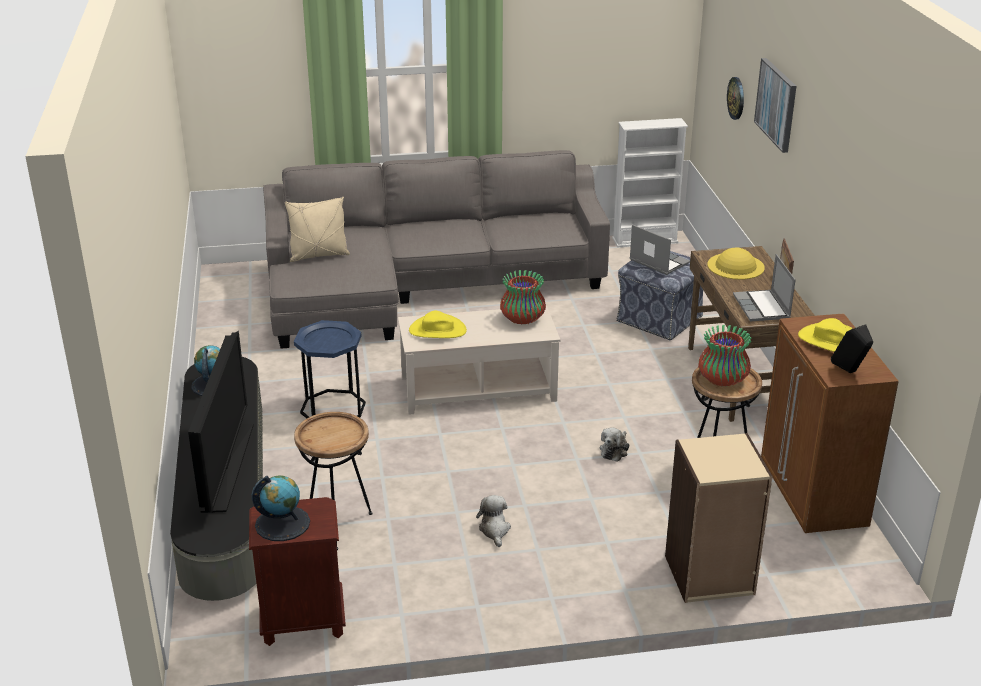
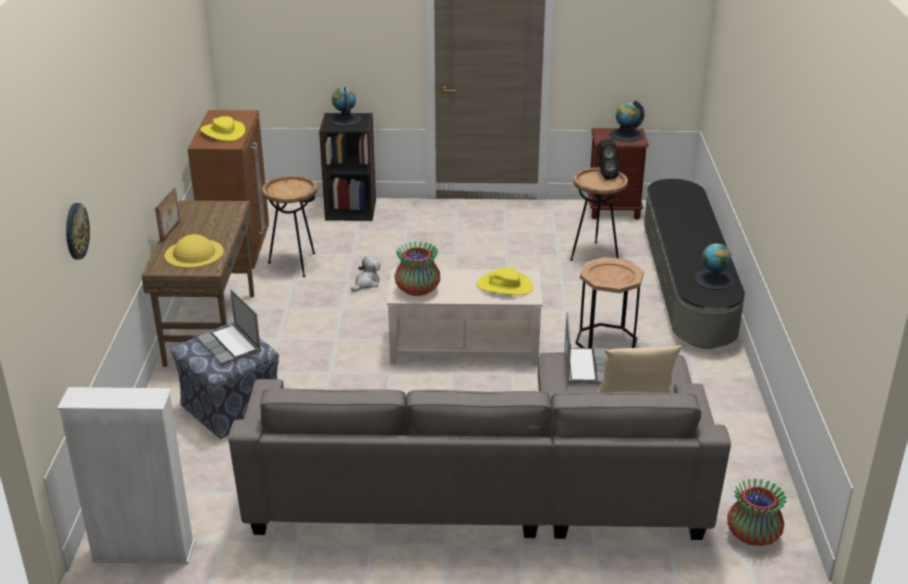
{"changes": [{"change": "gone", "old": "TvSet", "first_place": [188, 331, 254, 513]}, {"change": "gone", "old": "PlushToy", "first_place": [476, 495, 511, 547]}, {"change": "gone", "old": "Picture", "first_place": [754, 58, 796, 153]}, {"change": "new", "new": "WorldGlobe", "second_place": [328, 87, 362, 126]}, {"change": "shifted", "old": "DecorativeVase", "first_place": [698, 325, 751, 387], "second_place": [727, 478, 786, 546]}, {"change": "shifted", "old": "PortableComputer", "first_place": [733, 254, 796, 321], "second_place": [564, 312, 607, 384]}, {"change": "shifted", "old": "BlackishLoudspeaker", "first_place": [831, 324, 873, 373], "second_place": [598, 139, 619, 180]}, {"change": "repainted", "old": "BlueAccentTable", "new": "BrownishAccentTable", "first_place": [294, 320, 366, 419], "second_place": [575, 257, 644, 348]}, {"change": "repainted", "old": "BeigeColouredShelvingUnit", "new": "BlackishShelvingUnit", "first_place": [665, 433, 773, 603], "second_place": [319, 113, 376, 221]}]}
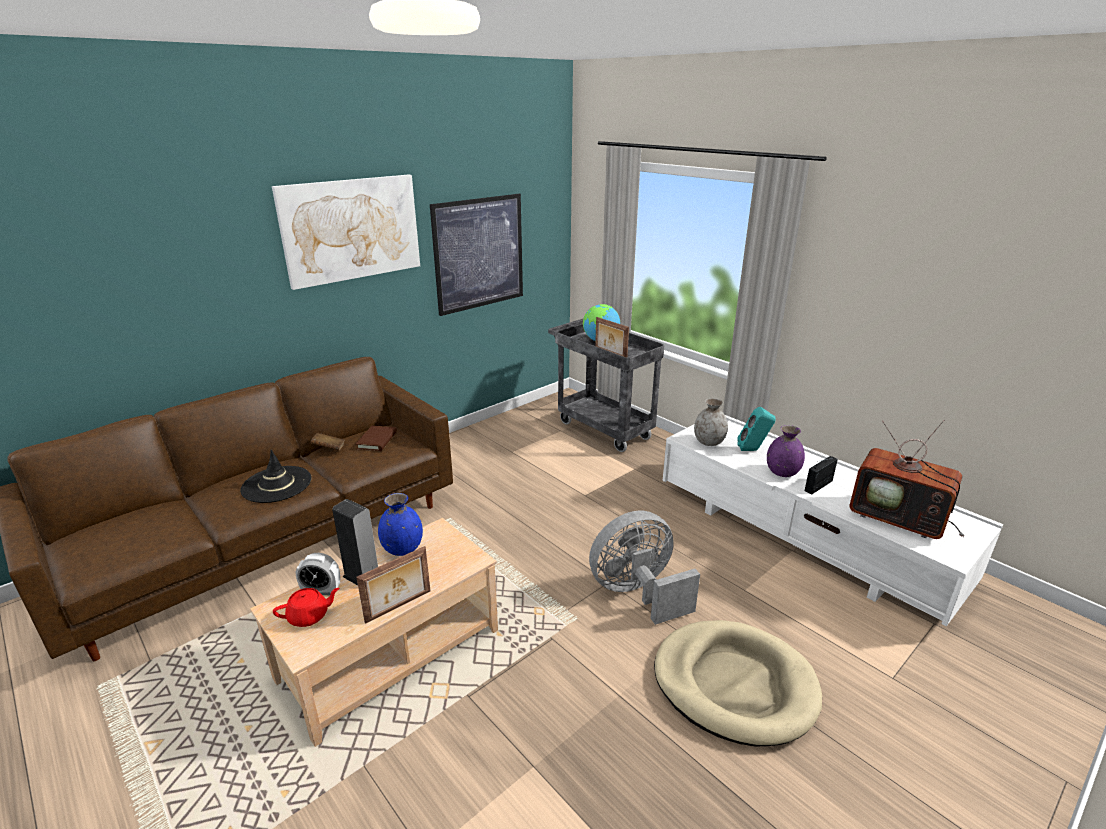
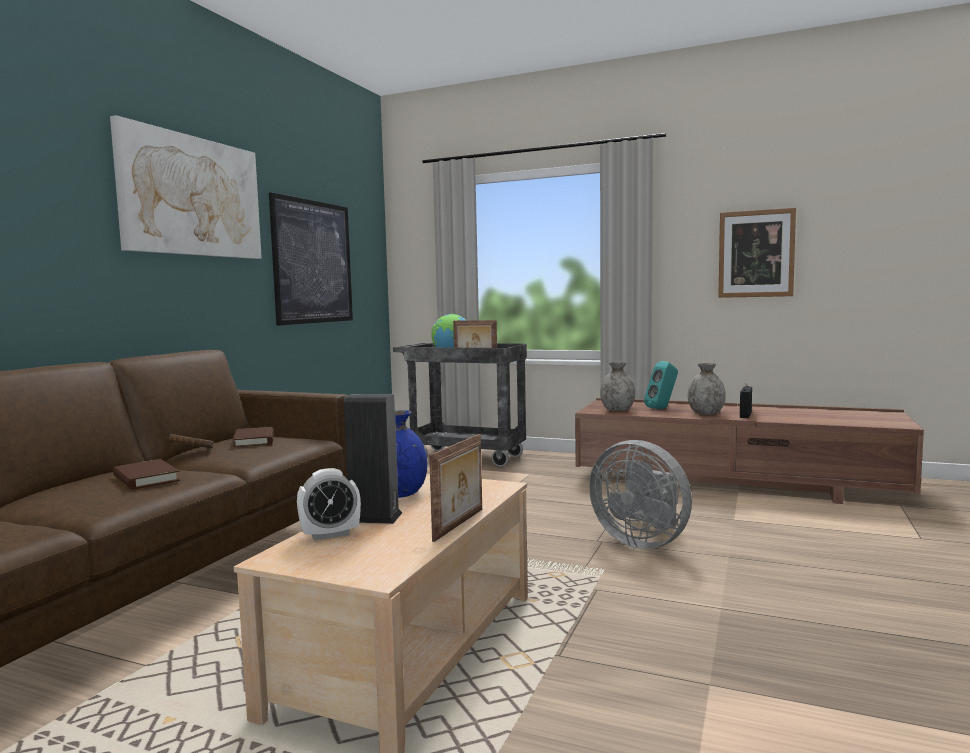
{"changes": [{"change": "gone", "old": "RedPotForTea", "first_place": [273, 588, 340, 627]}, {"change": "gone", "old": "BeigeColouredDogBed", "first_place": [654, 620, 822, 746]}, {"change": "gone", "old": "TvSet", "first_place": [850, 420, 964, 539]}, {"change": "new", "new": "Picture", "second_place": [718, 208, 796, 298]}, {"change": "swapped", "old": "BlackishHat", "new": "BrownishVolume", "first_place": [240, 450, 312, 503], "second_place": [113, 459, 180, 490]}, {"change": "repainted", "old": "WhitishTvStand", "new": "BrownishTvStand", "first_place": [663, 415, 1003, 626], "second_place": [575, 398, 924, 504]}, {"change": "repainted", "old": "PurpleColouredDecorativeVase", "new": "GreyDecorativeVase", "first_place": [767, 425, 805, 477], "second_place": [688, 363, 726, 415]}, {"change": "rotated", "old": "GreyFan", "first_place": [589, 511, 700, 625], "second_place": [589, 440, 692, 549], "degrees": -90}]}
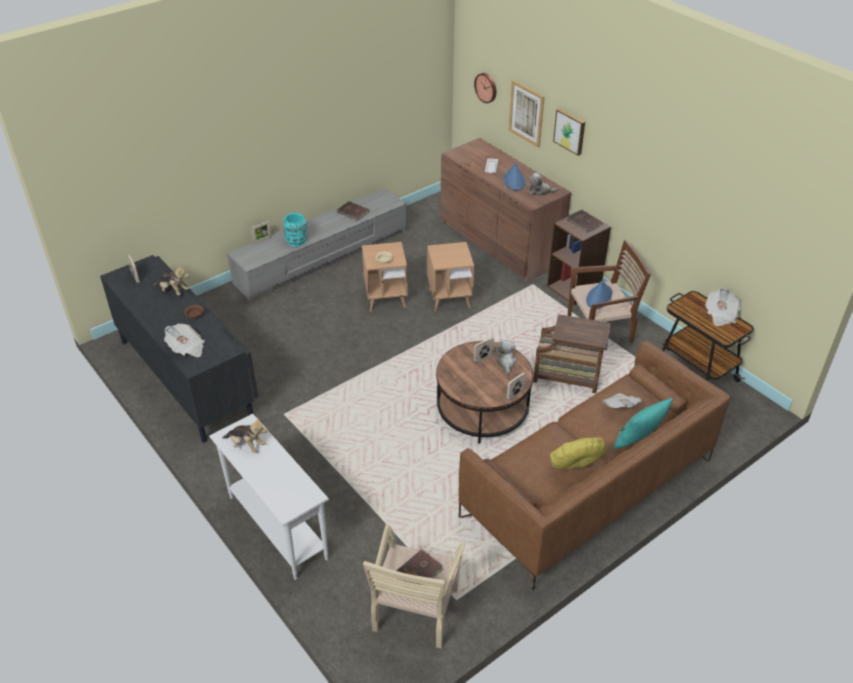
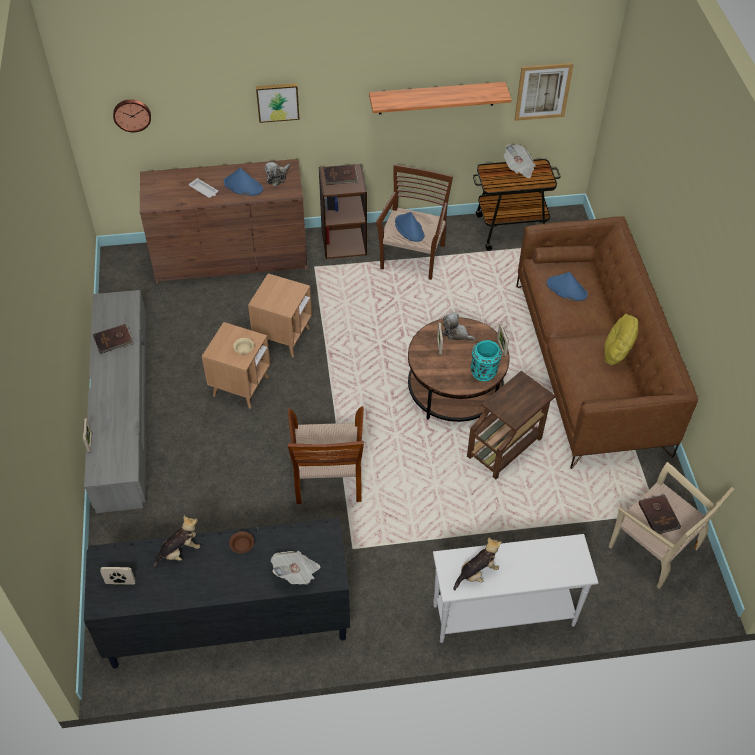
{"changes": [{"change": "gone", "old": "TurquoiseColouredThrowPillow", "first_place": [614, 398, 673, 449]}, {"change": "new", "new": "BrownishArmchair", "second_place": [288, 406, 364, 504]}, {"change": "new", "new": "WallShelf", "second_place": [369, 82, 512, 114]}, {"change": "shifted", "old": "TurquoiseColouredDecorativeVase", "first_place": [283, 213, 307, 247], "second_place": [471, 340, 502, 381]}, {"change": "shifted", "old": "Picture", "first_place": [509, 80, 545, 148], "second_place": [514, 63, 574, 121]}, {"change": "shifted", "old": "BrownishAccentTable", "first_place": [533, 314, 611, 393], "second_place": [467, 371, 555, 479]}, {"change": "swapped", "old": "DailyPaper", "new": "BlueHat", "first_place": [603, 393, 642, 408], "second_place": [547, 272, 588, 301]}]}
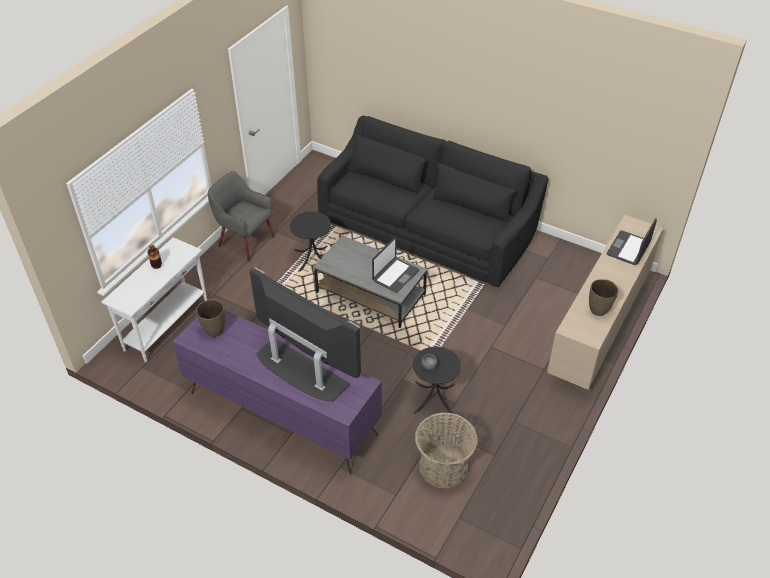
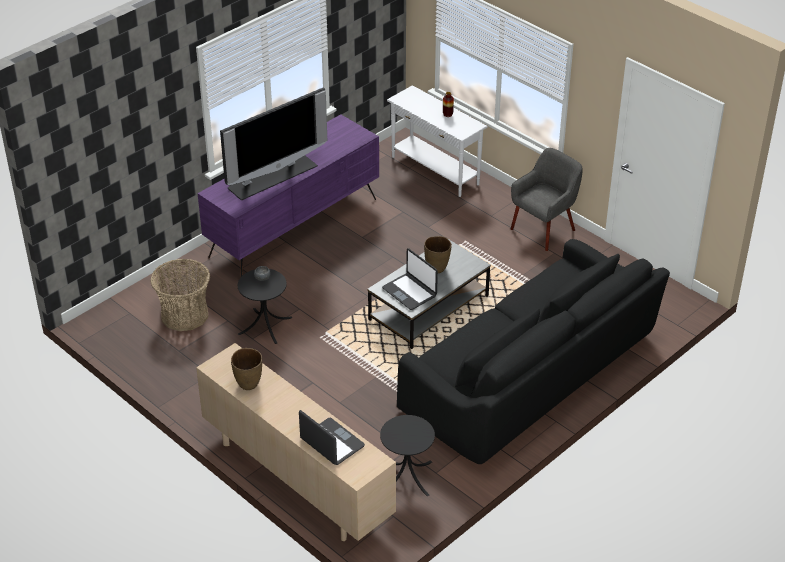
{"changes": [{"change": "shifted", "old": "BrownishDecorativeVase", "first_place": [196, 299, 225, 337], "second_place": [424, 236, 452, 273]}, {"change": "shifted", "old": "BlackishAccentTable", "first_place": [290, 211, 331, 272], "second_place": [380, 415, 435, 497]}]}
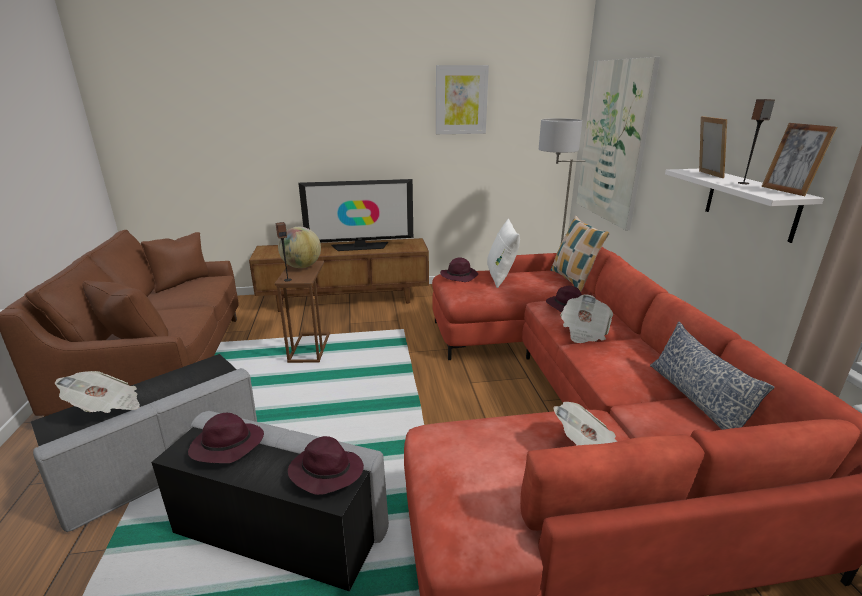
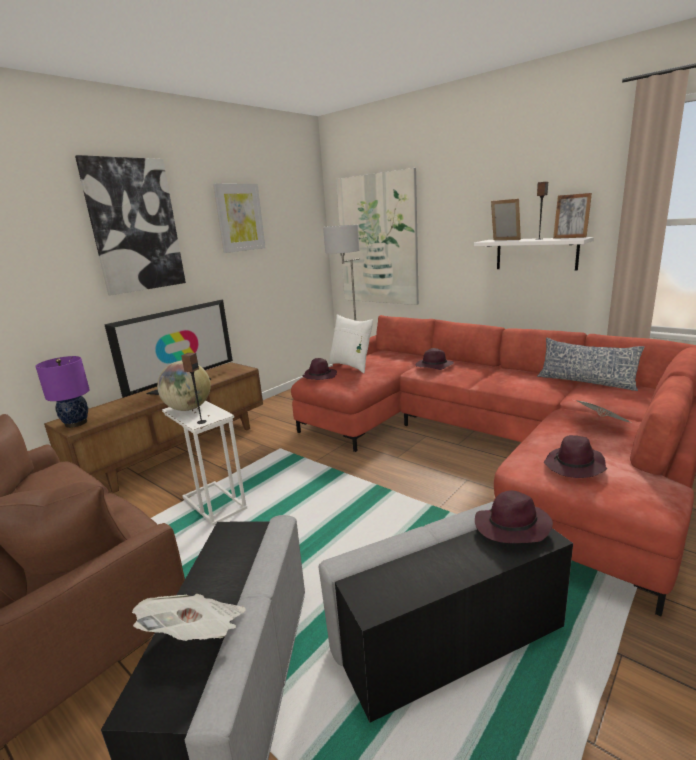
{"changes": [{"change": "gone", "old": "ThrowPillow", "first_place": [550, 216, 610, 292]}, {"change": "gone", "old": "DailyPaper", "first_place": [560, 294, 613, 343]}, {"change": "new", "new": "PurpleColouredTabletopLamp", "second_place": [35, 356, 90, 428]}, {"change": "new", "new": "Picture", "second_place": [75, 155, 186, 296]}, {"change": "shifted", "old": "PurpleColouredHat", "first_place": [188, 413, 264, 463], "second_place": [544, 435, 607, 478]}, {"change": "repainted", "old": "BrownishAccentTable", "new": "WhitishAccentTable", "first_place": [275, 261, 330, 363], "second_place": [162, 400, 247, 526]}]}
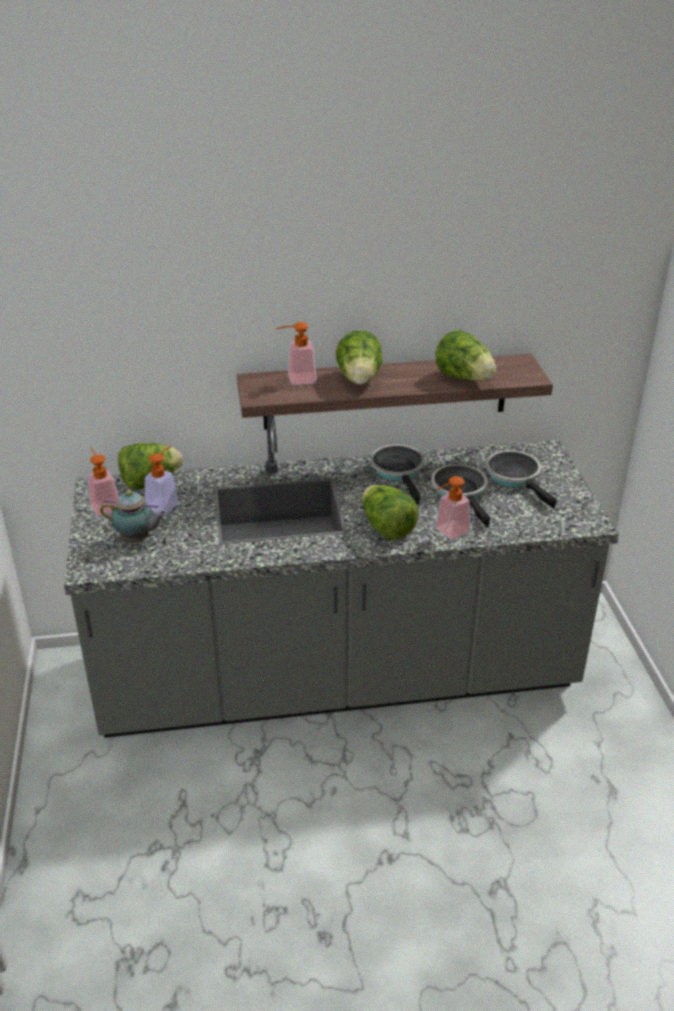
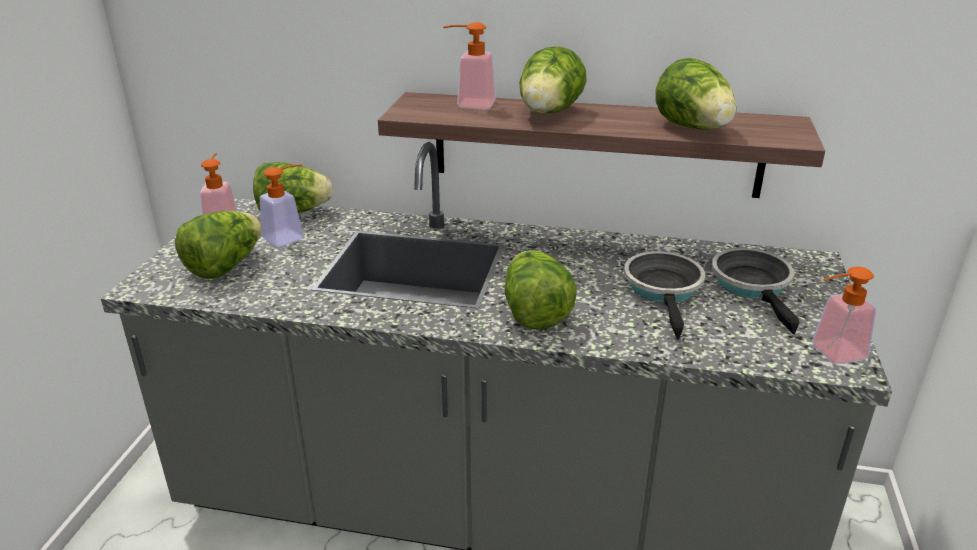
{"changes": [{"change": "gone", "old": "Skillet", "first_place": [370, 444, 425, 505]}, {"change": "shifted", "old": "LiquidSoapBottle", "first_place": [435, 476, 470, 540], "second_place": [812, 267, 876, 365]}, {"change": "swapped", "old": "PotForTea", "new": "HeadOfLettuce", "first_place": [100, 490, 167, 542], "second_place": [175, 211, 262, 279]}]}
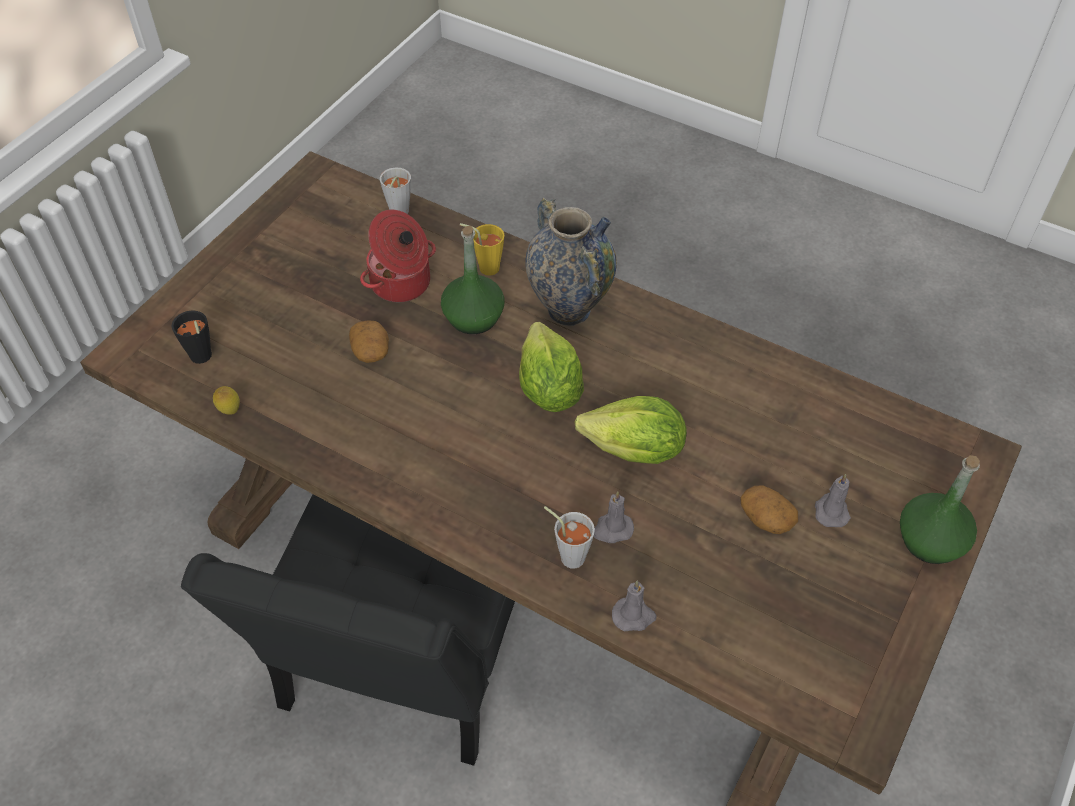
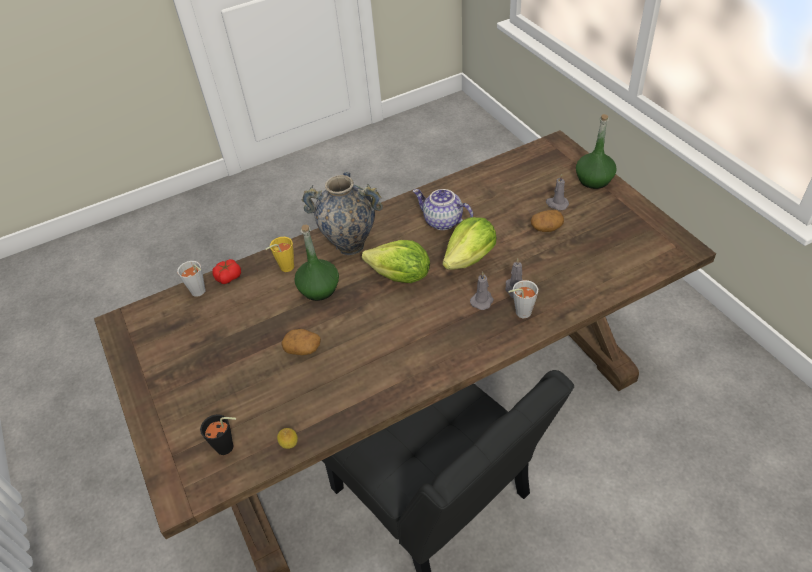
{"changes": [{"change": "gone", "old": "Saucepot", "first_place": [360, 210, 436, 302]}, {"change": "new", "new": "WholeTomato", "second_place": [212, 259, 241, 284]}, {"change": "new", "new": "PotForTea", "second_place": [413, 189, 473, 230]}, {"change": "shifted", "old": "GreyWaxLight", "first_place": [612, 580, 657, 631], "second_place": [470, 272, 494, 310]}]}
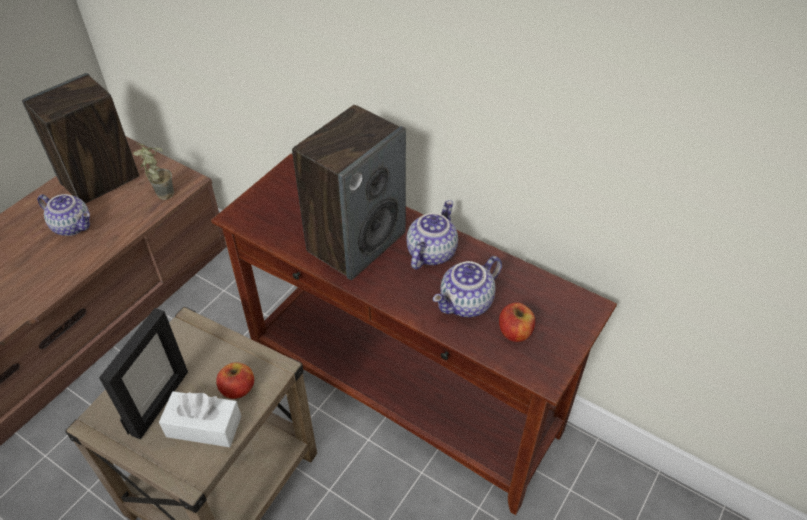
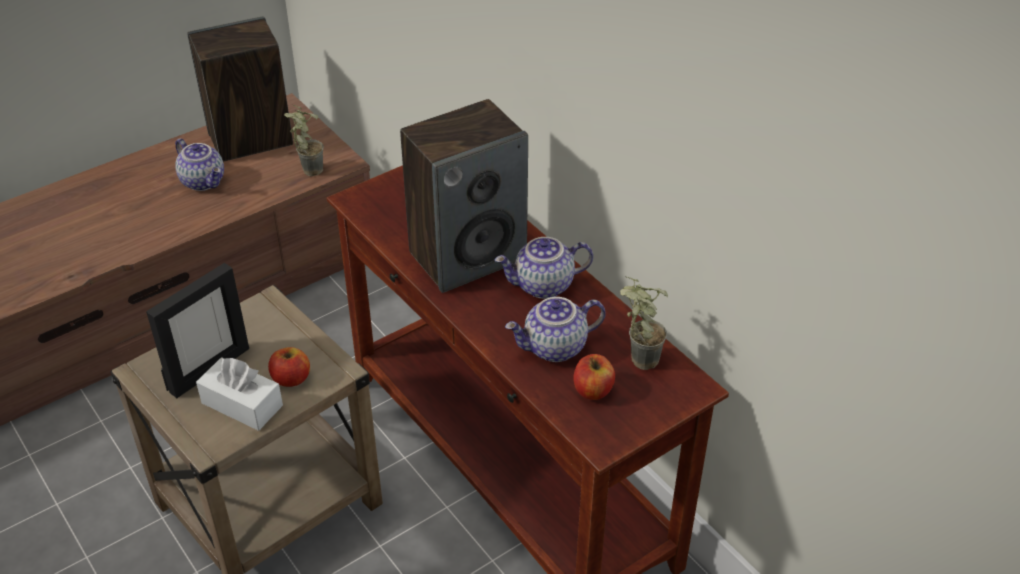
{"changes": [{"change": "new", "new": "Houseplant", "second_place": [620, 276, 668, 370]}, {"change": "rotated", "old": "PotForTea", "first_place": [406, 200, 458, 269], "second_place": [495, 237, 593, 299], "degrees": -150}]}
